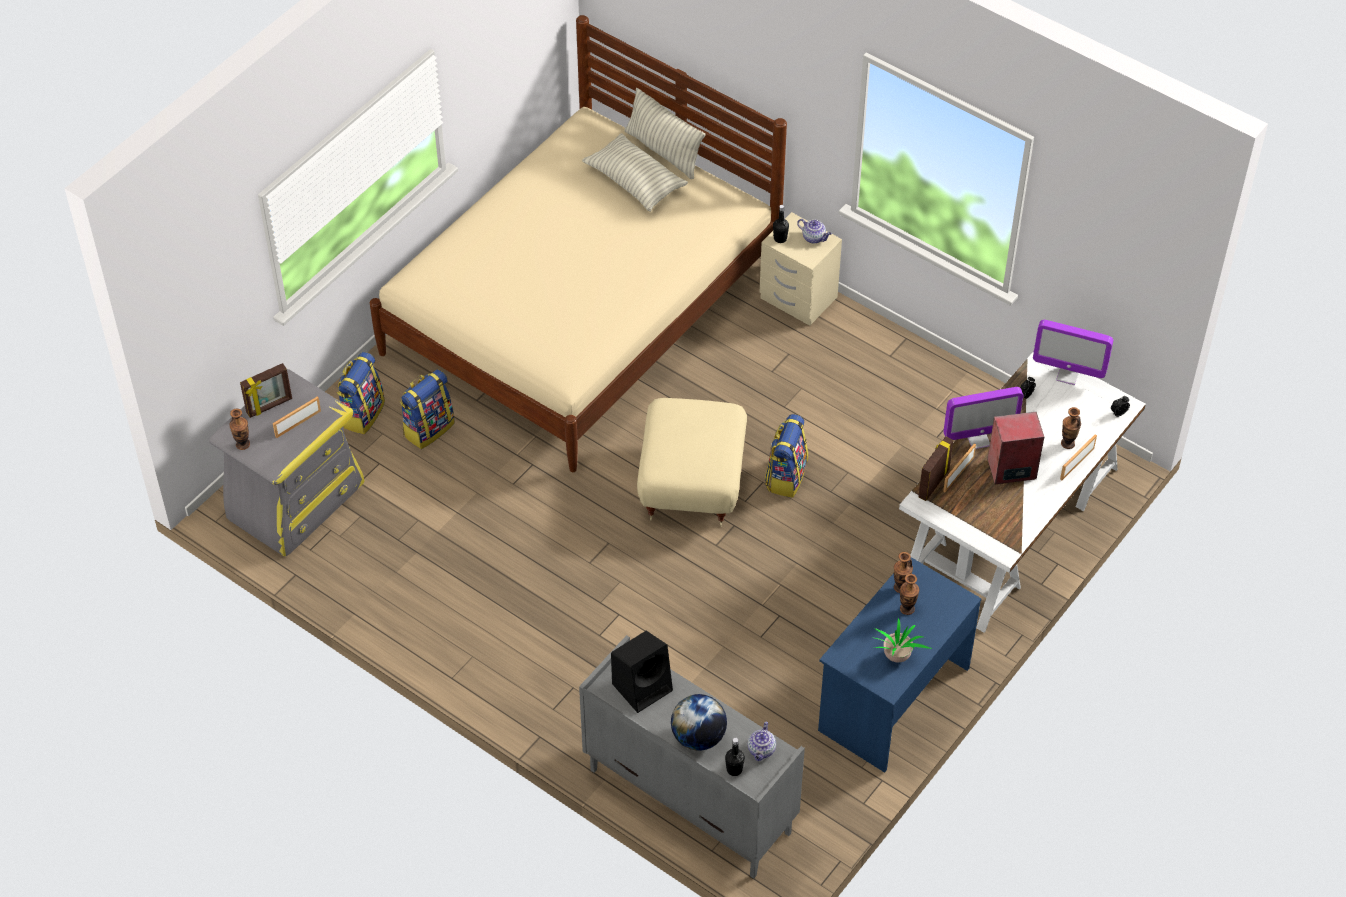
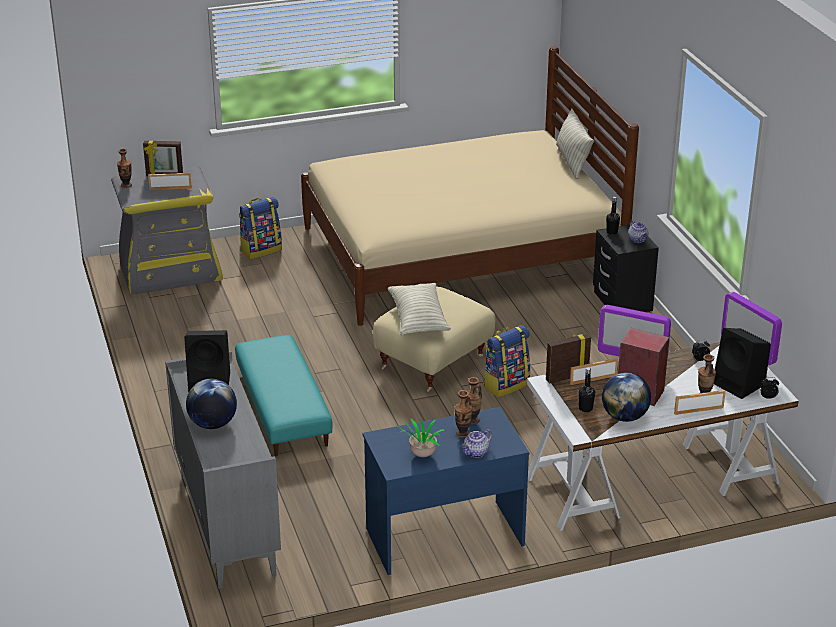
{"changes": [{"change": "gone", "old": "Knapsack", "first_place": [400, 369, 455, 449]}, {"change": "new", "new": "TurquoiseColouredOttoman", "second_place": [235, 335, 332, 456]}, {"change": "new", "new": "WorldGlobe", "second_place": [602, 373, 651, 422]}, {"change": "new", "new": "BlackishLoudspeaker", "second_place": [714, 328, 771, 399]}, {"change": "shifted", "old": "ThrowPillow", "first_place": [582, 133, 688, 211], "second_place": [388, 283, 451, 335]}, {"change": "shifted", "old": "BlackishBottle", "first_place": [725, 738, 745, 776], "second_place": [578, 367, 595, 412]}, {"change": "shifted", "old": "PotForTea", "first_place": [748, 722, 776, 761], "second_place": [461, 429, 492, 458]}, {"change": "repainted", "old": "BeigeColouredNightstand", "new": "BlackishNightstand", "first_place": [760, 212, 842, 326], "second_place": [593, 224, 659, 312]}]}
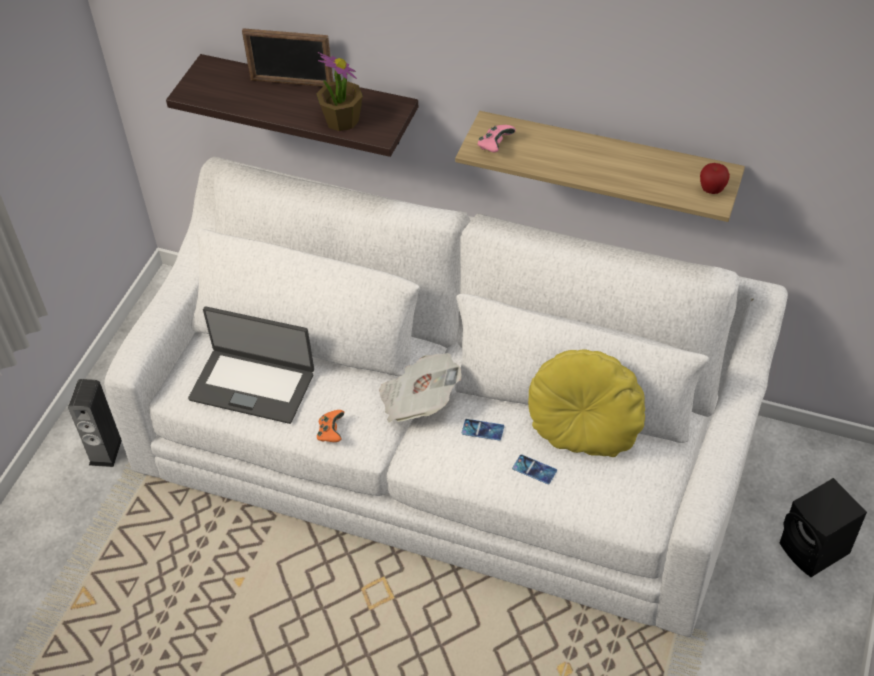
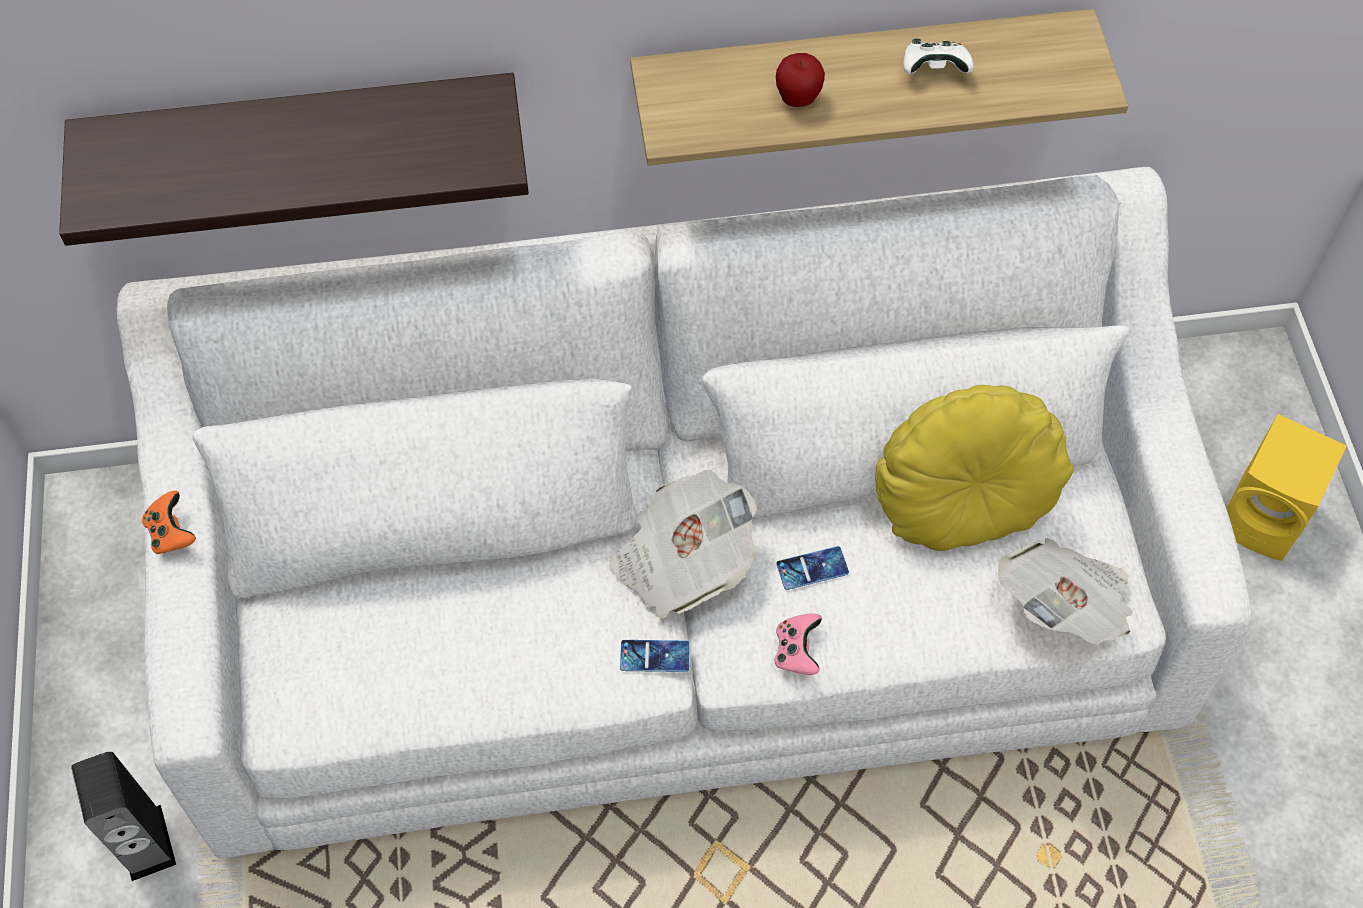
{"changes": [{"change": "gone", "old": "PortableComputer", "first_place": [188, 307, 314, 424]}, {"change": "gone", "old": "PhotoFrame", "first_place": [242, 28, 333, 87]}, {"change": "gone", "old": "Houseplant", "first_place": [316, 52, 363, 132]}, {"change": "new", "new": "WhitishGameController", "second_place": [903, 39, 974, 74]}, {"change": "new", "new": "DailyPaper", "second_place": [998, 538, 1133, 644]}, {"change": "shifted", "old": "OrangeyGameController", "first_place": [317, 410, 344, 442], "second_place": [142, 491, 196, 554]}, {"change": "shifted", "old": "PinkColouredGameController", "first_place": [477, 125, 516, 152], "second_place": [775, 614, 822, 675]}, {"change": "shifted", "old": "Telephone", "first_place": [512, 455, 557, 484], "second_place": [620, 640, 690, 672]}, {"change": "shifted", "old": "AppleFruit", "first_place": [700, 163, 730, 194], "second_place": [776, 53, 825, 107]}, {"change": "repainted", "old": "BlackishLoudspeaker", "new": "YellowLoudspeaker", "first_place": [780, 478, 867, 577], "second_place": [1226, 414, 1347, 561]}]}
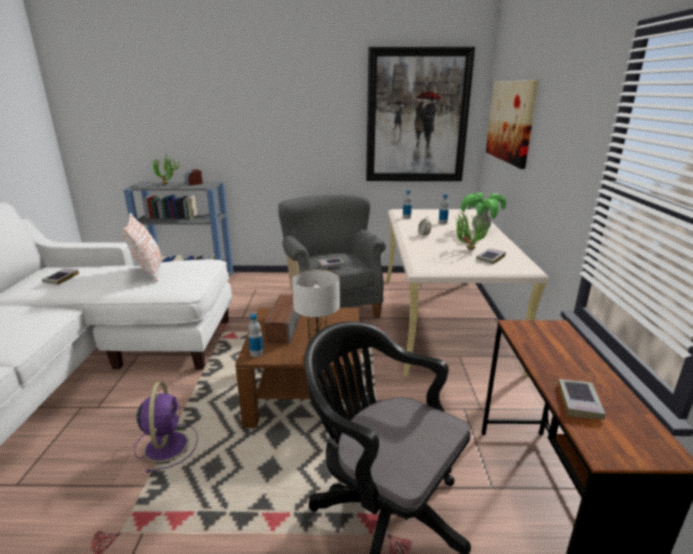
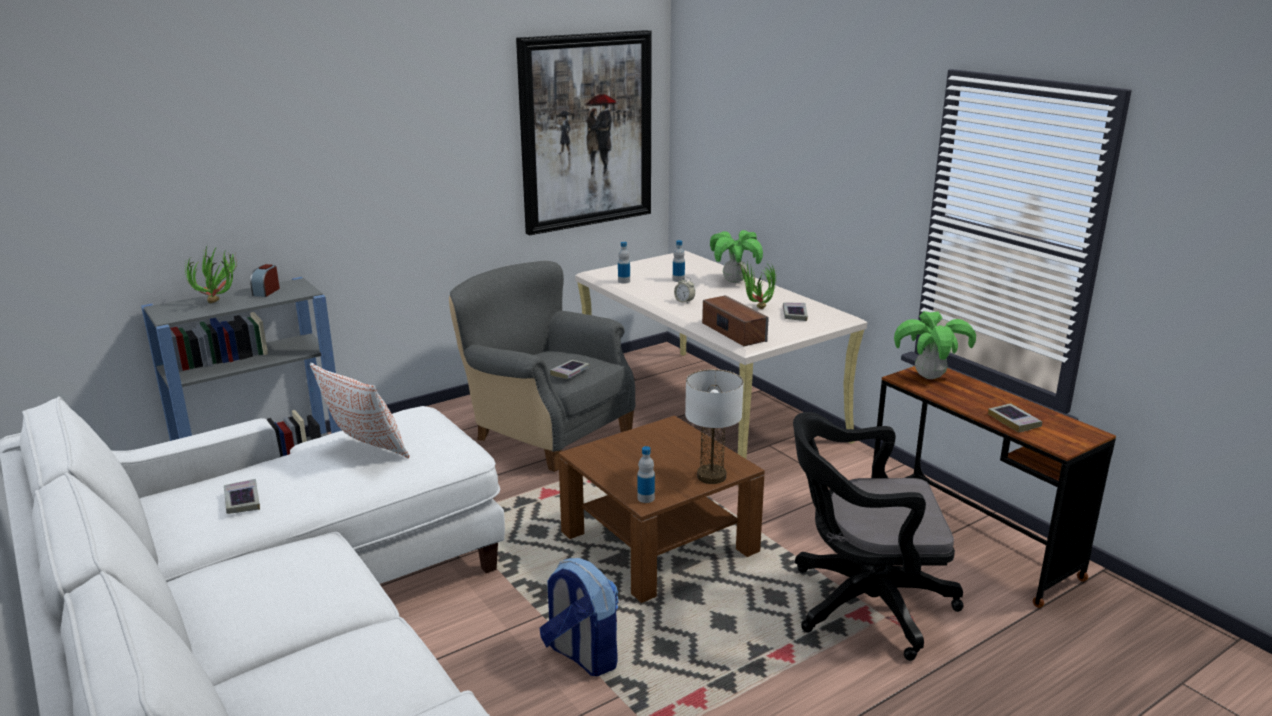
{"changes": [{"change": "gone", "old": "Picture", "first_place": [486, 80, 539, 169]}, {"change": "new", "new": "Houseplant", "second_place": [894, 311, 976, 379]}, {"change": "shifted", "old": "Loudspeaker", "first_place": [264, 294, 301, 344], "second_place": [702, 295, 769, 346]}, {"change": "swapped", "old": "PurpleColouredFan", "new": "Knapsack", "first_place": [134, 382, 198, 473], "second_place": [539, 558, 618, 676]}]}
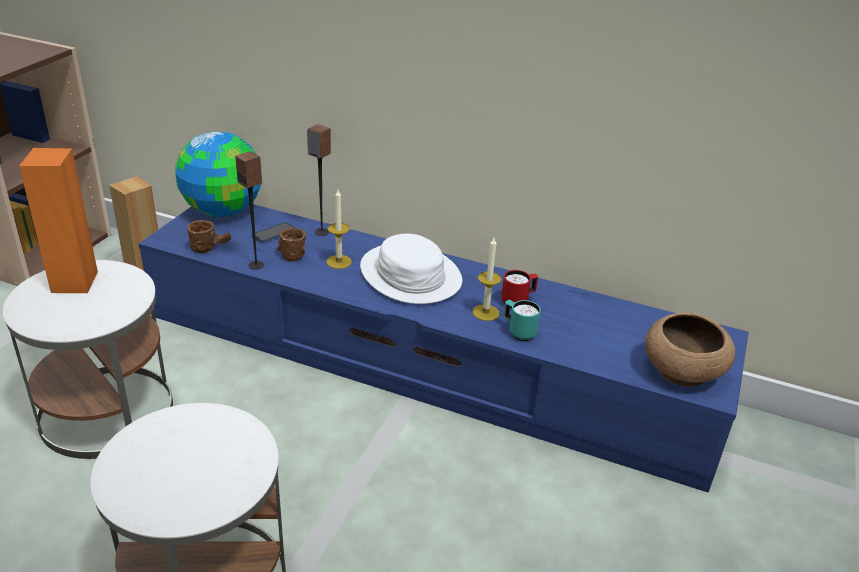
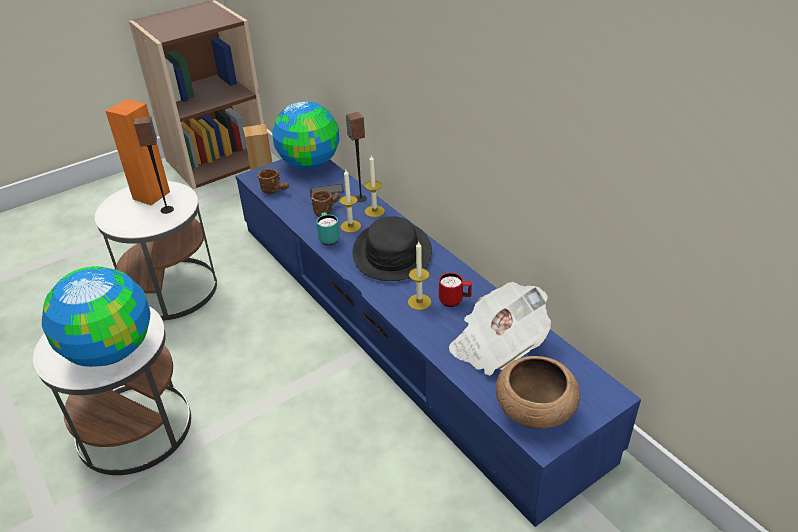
{"changes": [{"change": "new", "new": "WorldGlobe", "second_place": [42, 266, 151, 367]}, {"change": "new", "new": "WaxLight", "second_place": [364, 154, 385, 217]}, {"change": "new", "new": "DailyPaper", "second_place": [449, 282, 551, 376]}, {"change": "shifted", "old": "Loudspeaker", "first_place": [235, 151, 264, 270], "second_place": [134, 116, 174, 214]}, {"change": "shifted", "old": "TurquoiseColouredCoffeeMug", "first_place": [503, 300, 541, 341], "second_place": [316, 212, 340, 245]}, {"change": "repainted", "old": "WhitishHat", "new": "BlackishHat", "first_place": [360, 234, 462, 304], "second_place": [353, 216, 432, 281]}]}
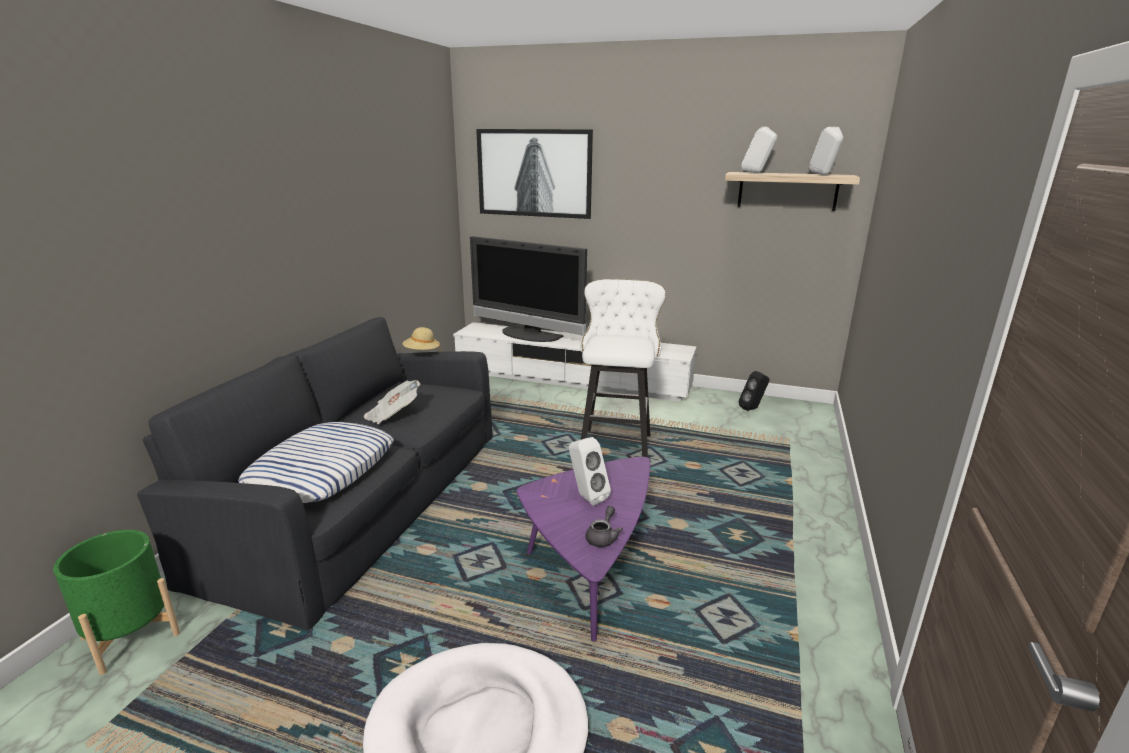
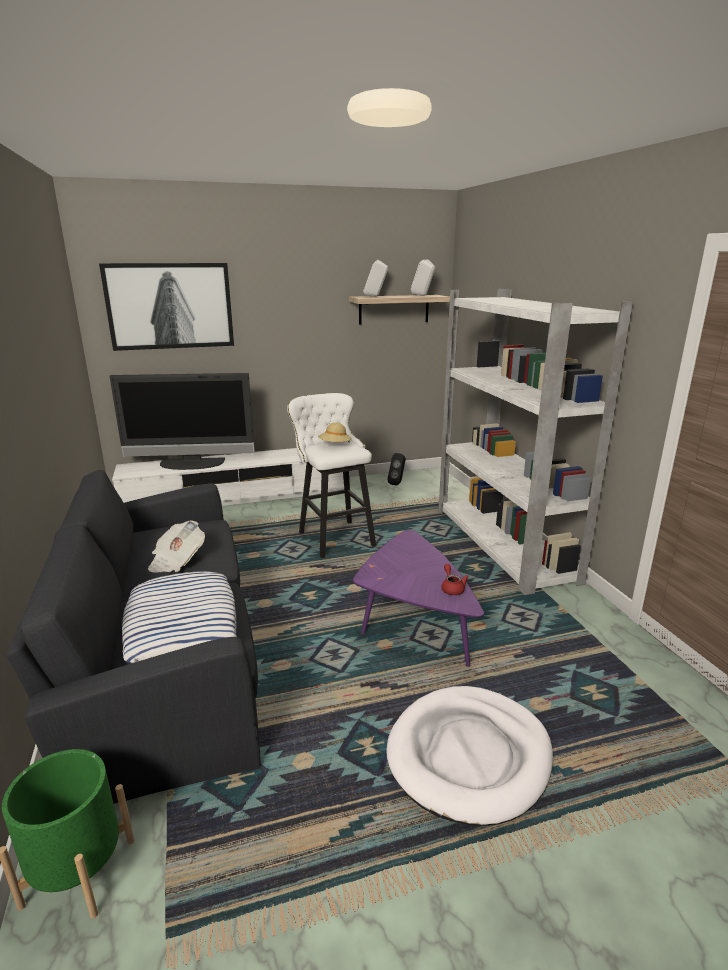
{"changes": [{"change": "gone", "old": "WhitishLoudspeaker", "first_place": [569, 437, 611, 506]}, {"change": "new", "new": "WhitishShelvingUnit", "second_place": [439, 289, 633, 595]}, {"change": "shifted", "old": "BeigeColouredHat", "first_place": [403, 327, 441, 353], "second_place": [318, 423, 352, 443]}, {"change": "repainted", "old": "GreyPotForTea", "new": "RedPotForTea", "first_place": [586, 506, 623, 547], "second_place": [441, 564, 469, 595]}]}
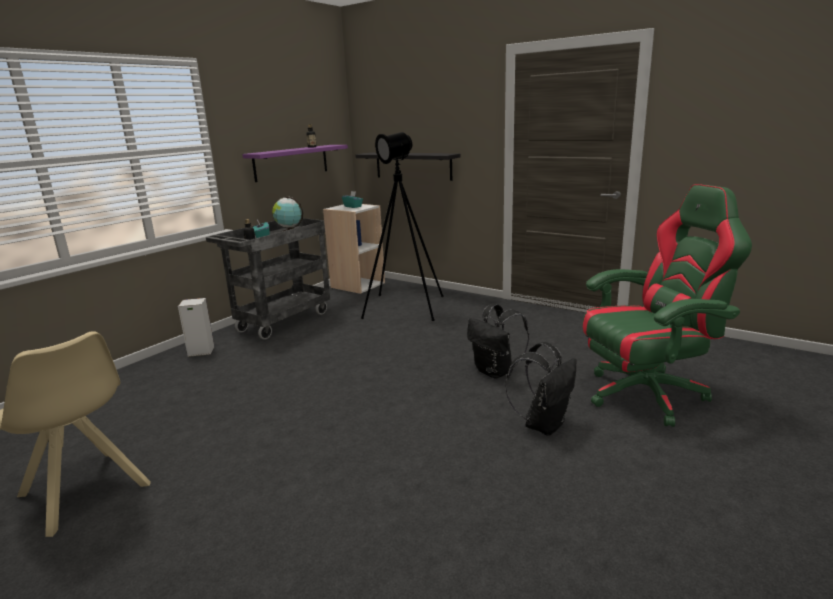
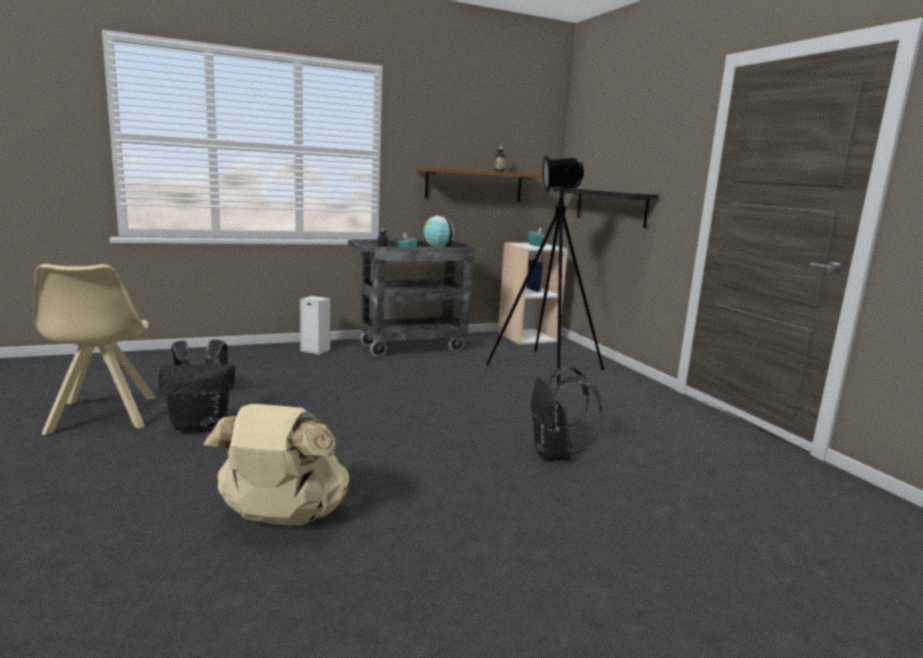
{"changes": [{"change": "gone", "old": "GreenishDeskChair", "first_place": [582, 184, 752, 427]}, {"change": "new", "new": "BeigeColouredKnapsack", "second_place": [204, 404, 349, 525]}, {"change": "shifted", "old": "BlackishKnapsack", "first_place": [505, 342, 577, 436], "second_place": [158, 340, 235, 433]}, {"change": "repainted", "old": "PurpleColouredWallShelf", "new": "BrownishWallShelf", "first_place": [242, 145, 348, 182], "second_place": [415, 167, 543, 202]}]}
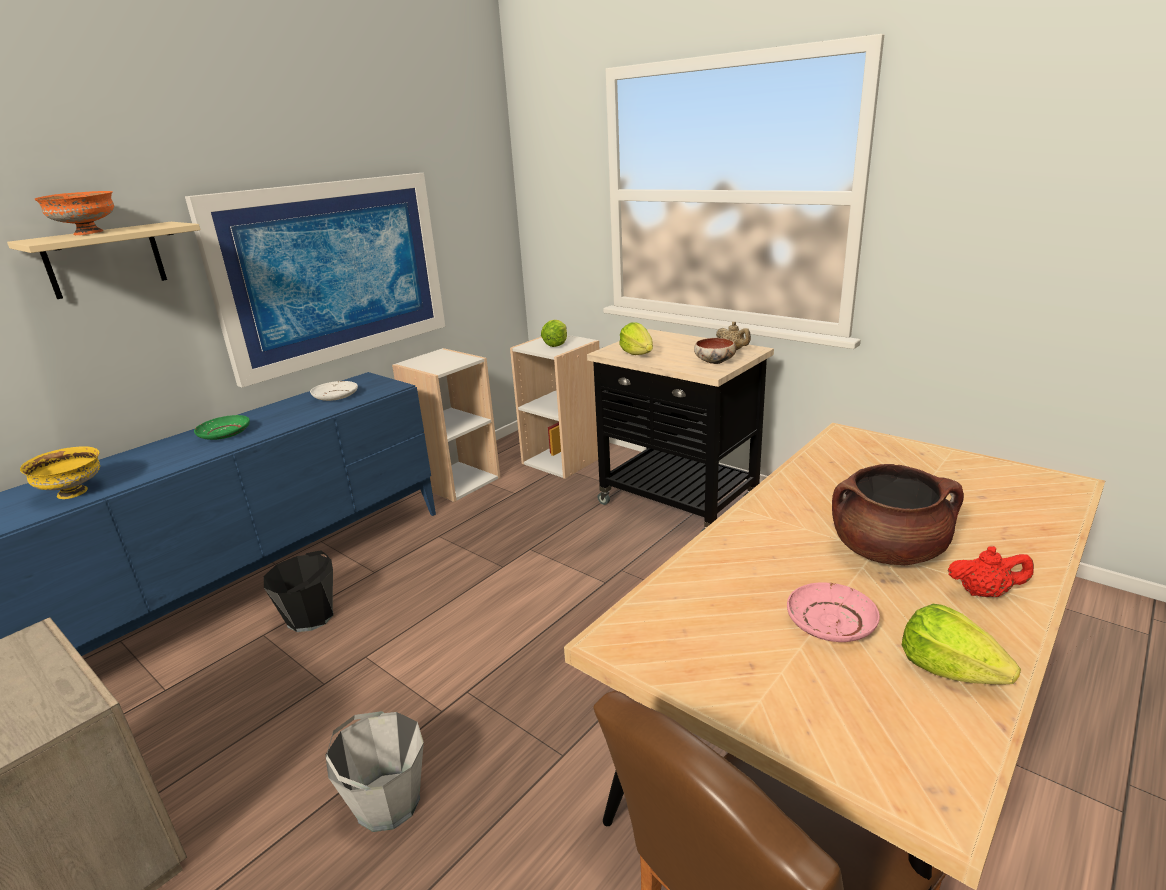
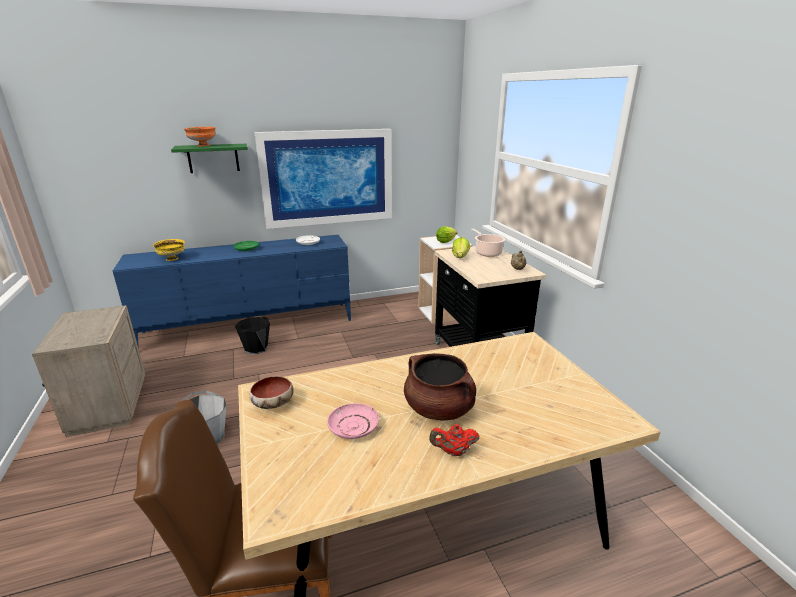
{"changes": [{"change": "gone", "old": "ShelvingUnit", "first_place": [392, 348, 500, 502]}, {"change": "gone", "old": "HeadOfLettuce", "first_place": [902, 604, 1021, 684]}, {"change": "new", "new": "Saucepot", "second_place": [471, 228, 505, 257]}, {"change": "shifted", "old": "Bowl", "first_place": [694, 338, 736, 364], "second_place": [249, 376, 294, 409]}, {"change": "repainted", "old": "BeigeColouredWallShelf", "new": "GreenishWallShelf", "first_place": [7, 222, 201, 299], "second_place": [171, 144, 248, 173]}, {"change": "rotated", "old": "RedPotForTea", "first_place": [948, 546, 1034, 597], "second_place": [429, 424, 479, 456], "degrees": 135}]}
